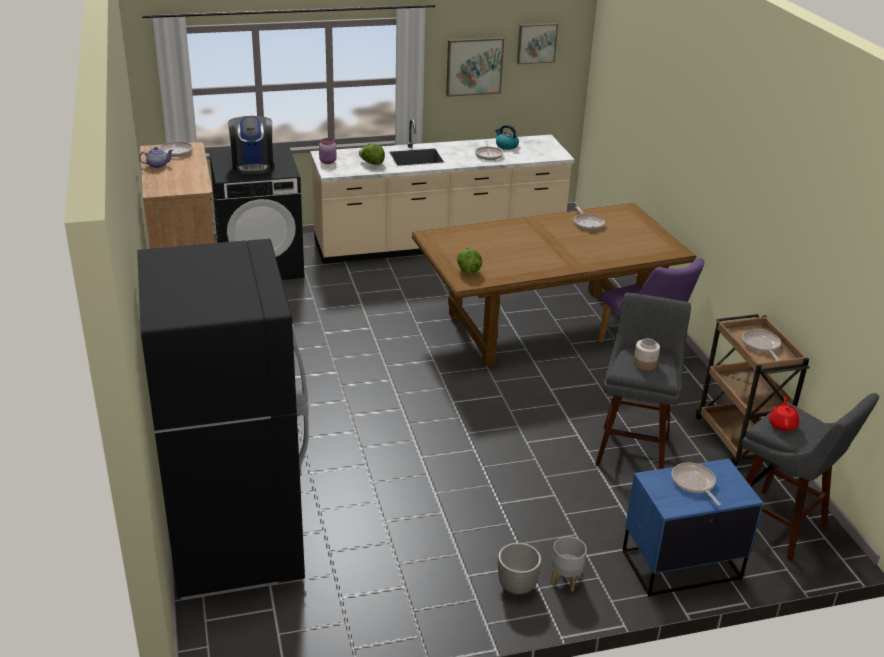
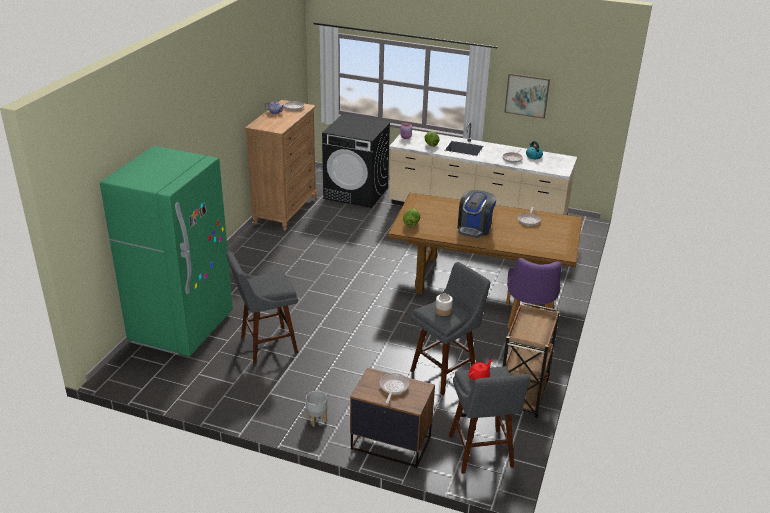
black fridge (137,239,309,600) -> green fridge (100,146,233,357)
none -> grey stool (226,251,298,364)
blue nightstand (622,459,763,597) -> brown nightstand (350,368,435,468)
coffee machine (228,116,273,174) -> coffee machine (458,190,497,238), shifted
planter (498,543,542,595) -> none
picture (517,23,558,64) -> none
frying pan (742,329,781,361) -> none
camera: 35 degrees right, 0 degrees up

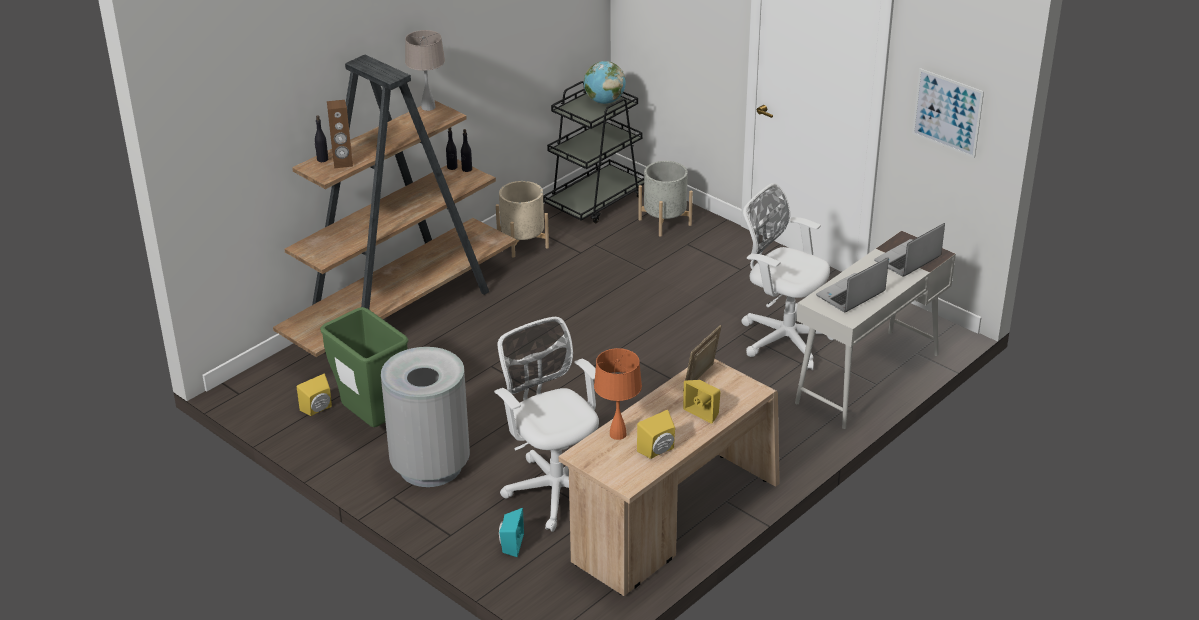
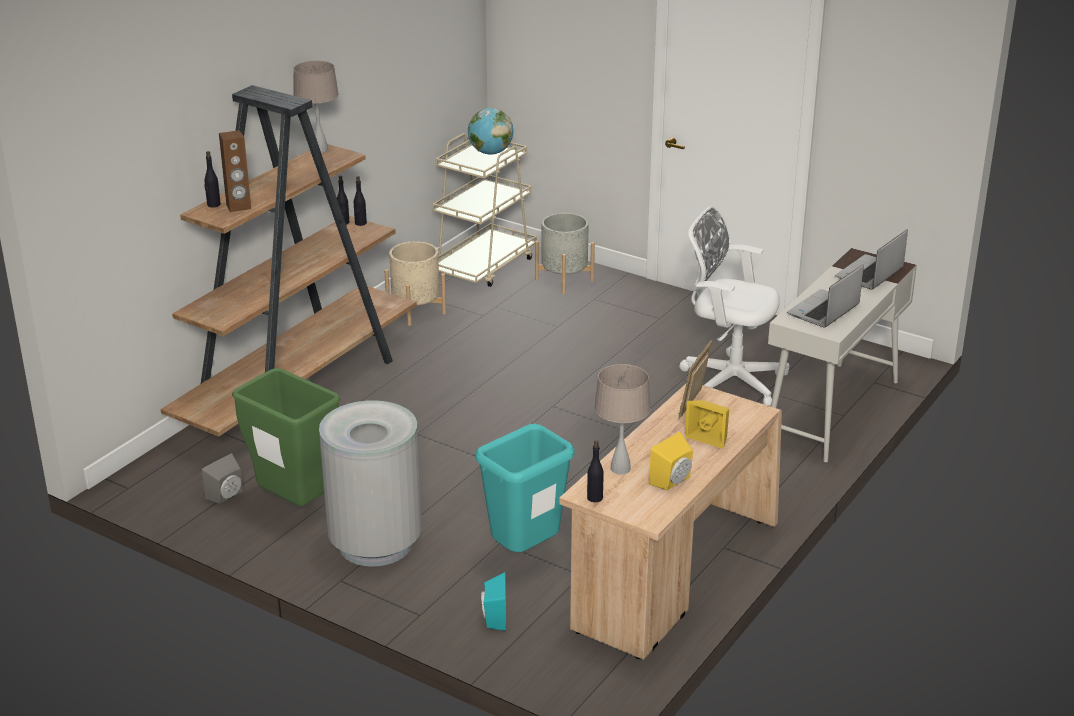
yellow speaker (297,374,332,416) -> grey speaker (202,453,243,504)
black cart (543,81,644,223) -> beige cart (432,133,537,287)
white office chair (494,317,599,532) -> turquoise trash can (475,424,575,552)
none -> black bottle (587,440,604,502)
orange table lamp (594,348,642,440) -> beige table lamp (594,364,651,474)
picture (912,68,984,158) -> none
camera: 10 degrees left, 5 degrees down

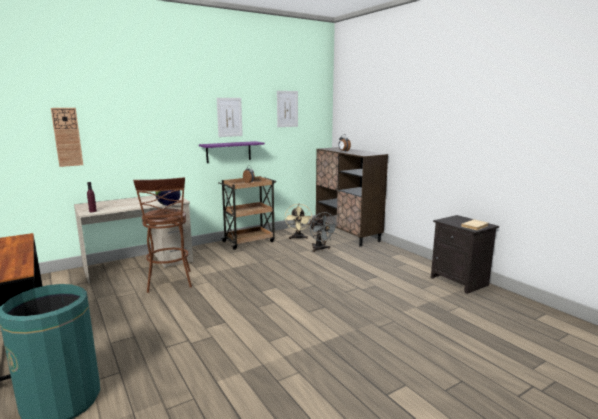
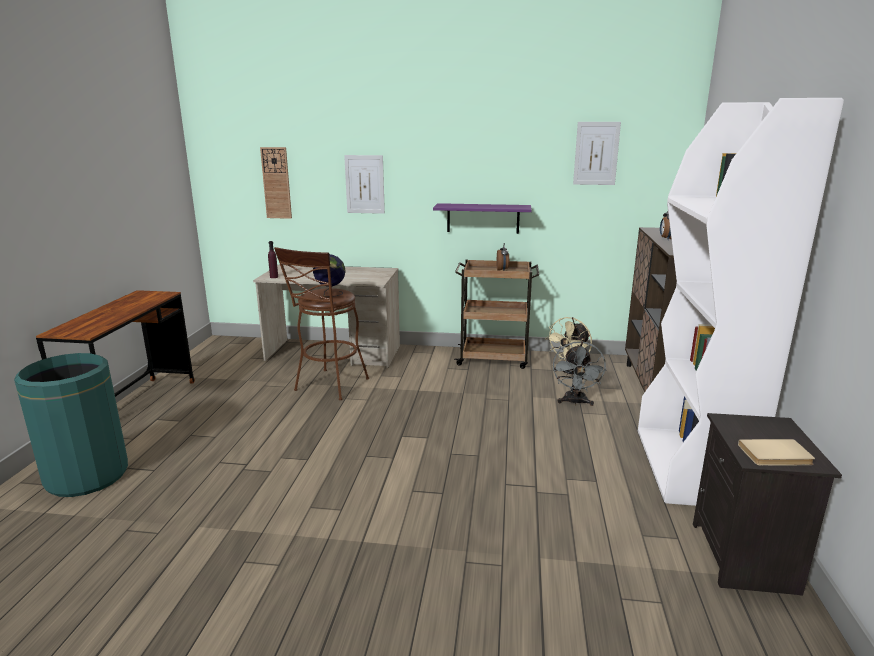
picture (217,98,243,137) -> picture (344,155,385,214), shifted
none -> white bookcase (638,98,844,506)
camera: 40 degrees right, 5 degrees up

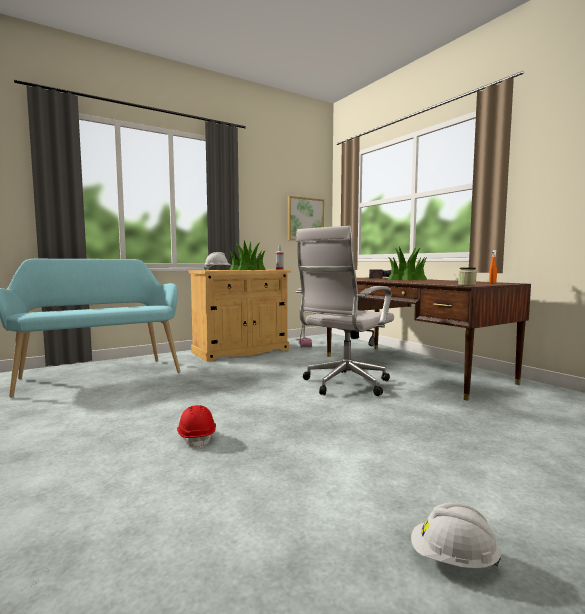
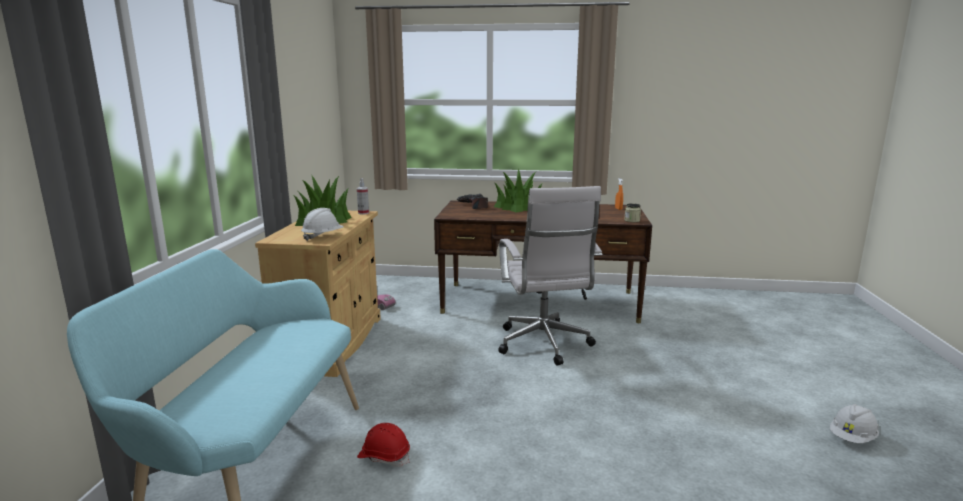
red hard hat (177,405,216,448) -> red hard hat (357,423,410,467), shifted
picture (288,196,324,240) -> none
camera: 50 degrees left, 10 degrees up

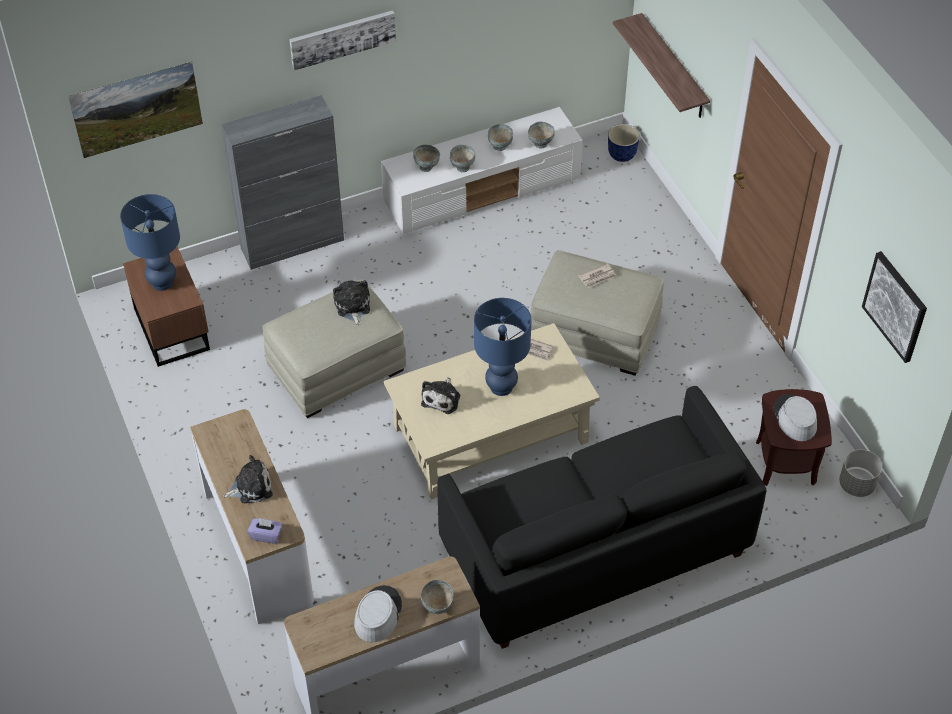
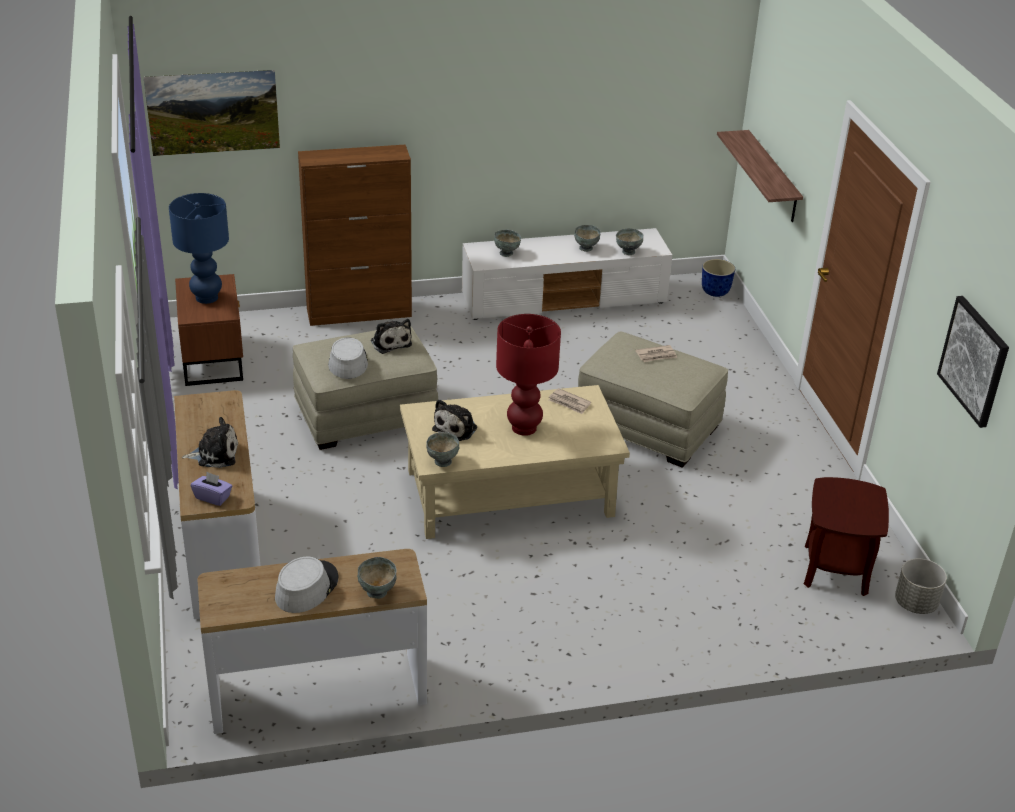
grey cabinet (221,95,344,270) -> brown cabinet (298,145,412,326)
grey hat (774,394,817,441) -> grey hat (328,337,368,379), shifted
plush toy (333,280,370,326) -> plush toy (371,319,412,354), 150 degrees clockwise
grey bowl (450,145,475,172) -> grey bowl (426,432,460,467), shifted
blue table lamp (474,298,531,396) -> red table lamp (496,314,561,436)
picture (289,10,396,71) -> none
black sofa (437,386,766,649) -> none
camera: 10 degrees right, 15 degrees down

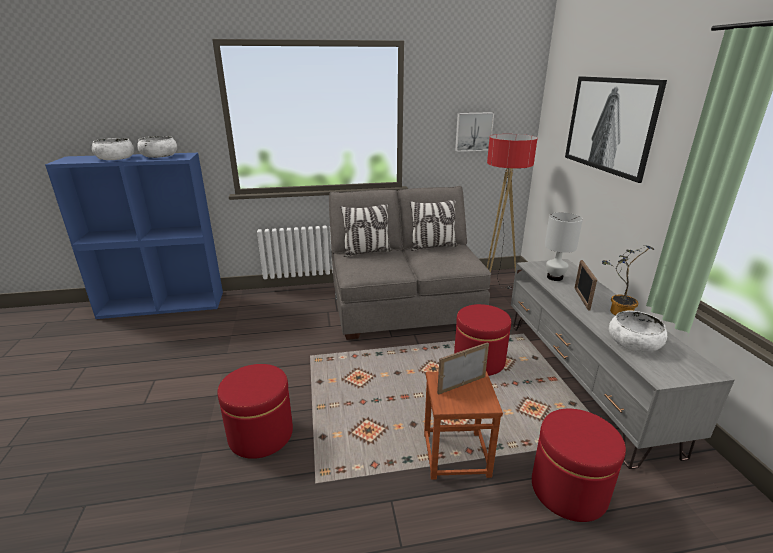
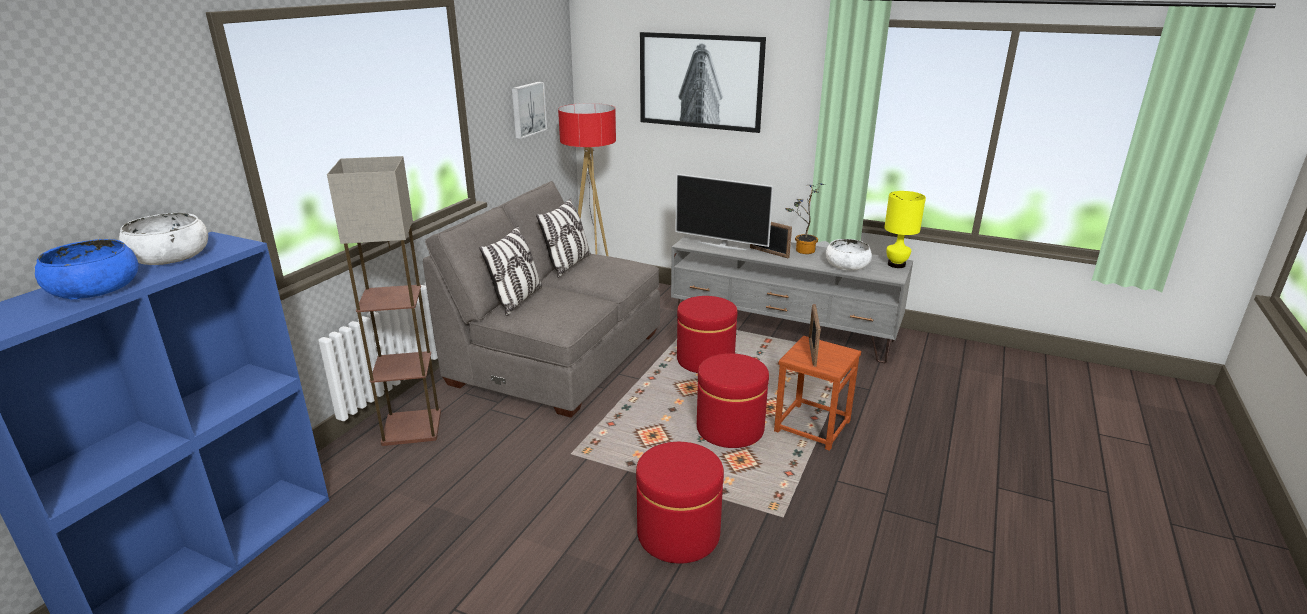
white bowl (92,138,134,160) -> blue bowl (35,239,138,300)
none -> floor lamp (327,156,441,446)
white table lamp (545,212,583,281) -> television (675,174,774,250)
red ottoman (532,409,626,522) -> red ottoman (697,353,769,448), shifted
none -> yellow table lamp (884,191,926,268)
camera: 55 degrees left, 0 degrees up

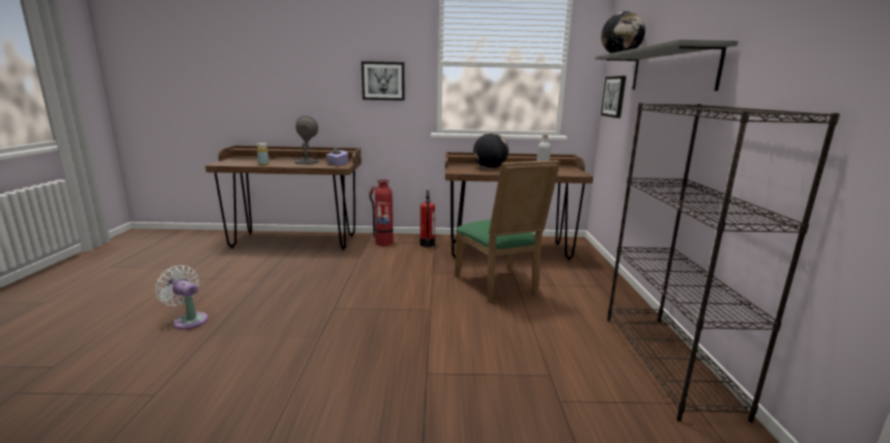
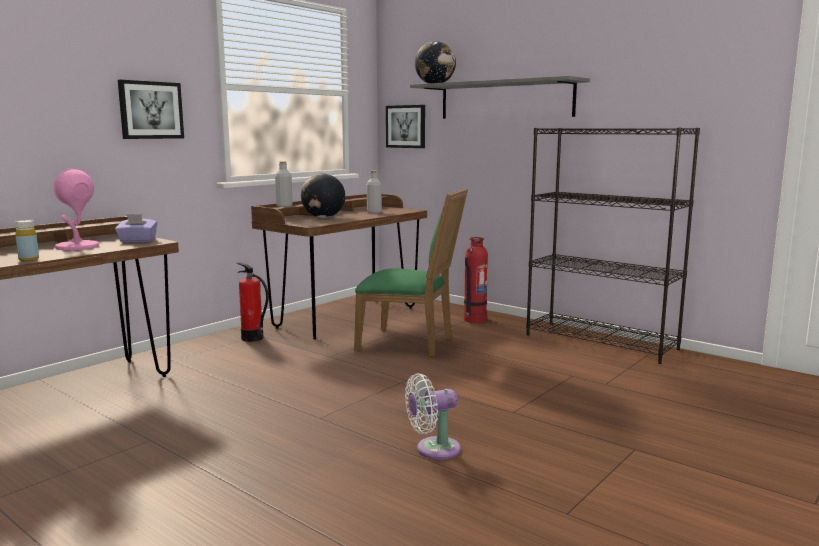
grey table lamp (294,116,319,164) -> pink table lamp (54,168,99,250)
none -> grey bottle (275,161,293,207)
white fan (155,265,208,329) -> white fan (405,373,461,460), shifted
fire extinguisher (369,180,393,246) -> fire extinguisher (464,237,488,323), shifted
camera: 50 degrees left, 5 degrees down

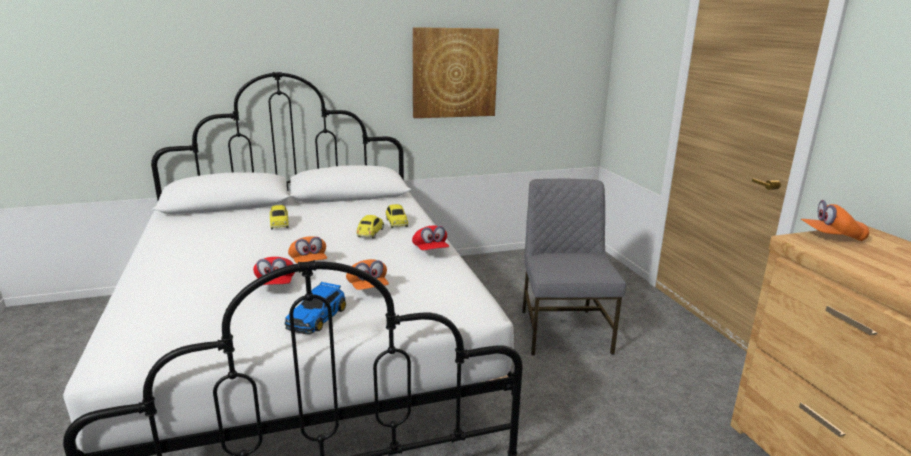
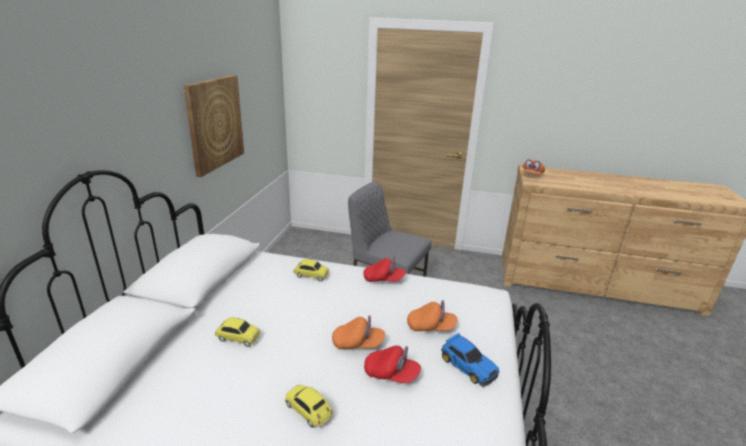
toy car (356,215,384,239) -> toy car (285,384,333,428), shifted
camera: 60 degrees left, 5 degrees up

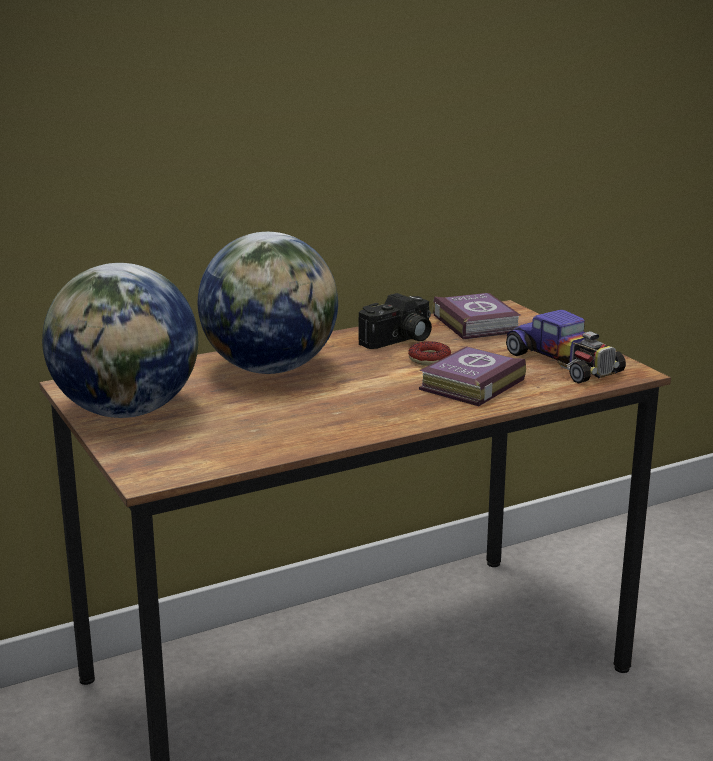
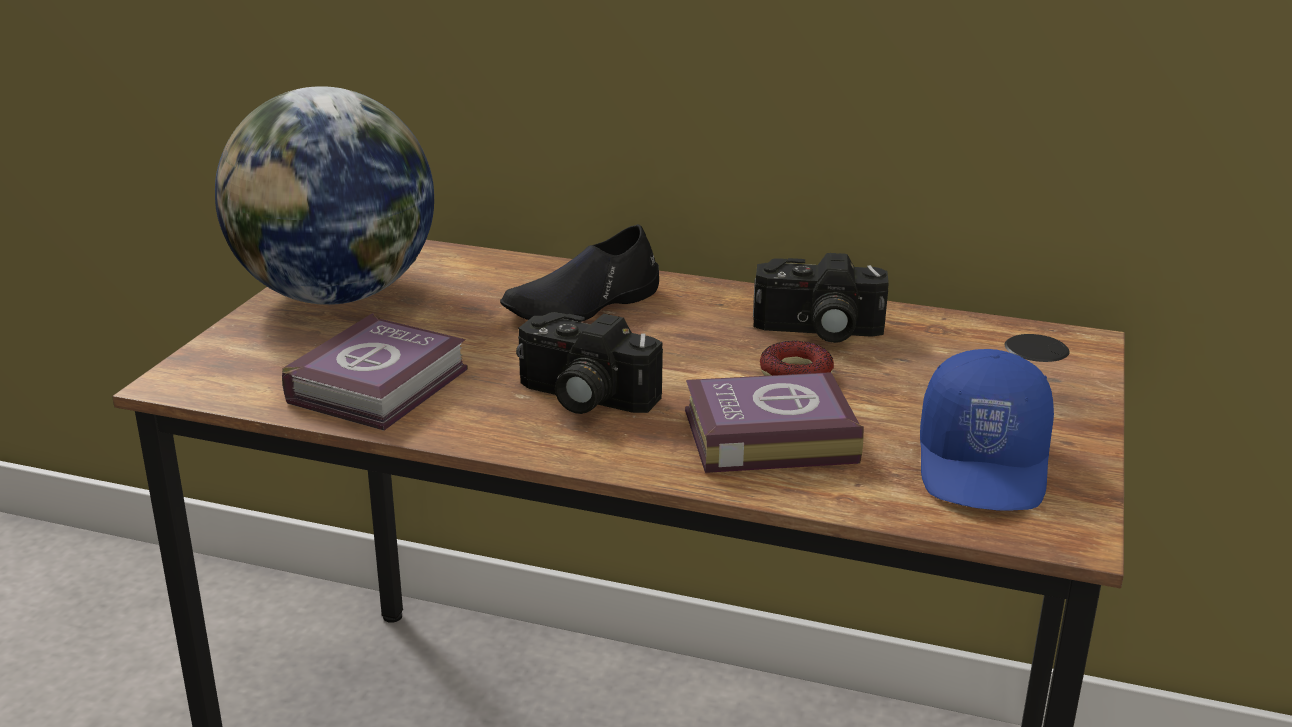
book (433,293,521,340) -> book (282,313,468,431), shifted
globe (198,232,338,374) -> black shoe (500,224,659,322)
none -> photo camera (516,312,663,414)
toy car (506,310,626,384) -> blue cap (920,349,1054,511)
camera: 45 degrees right, 5 degrees up

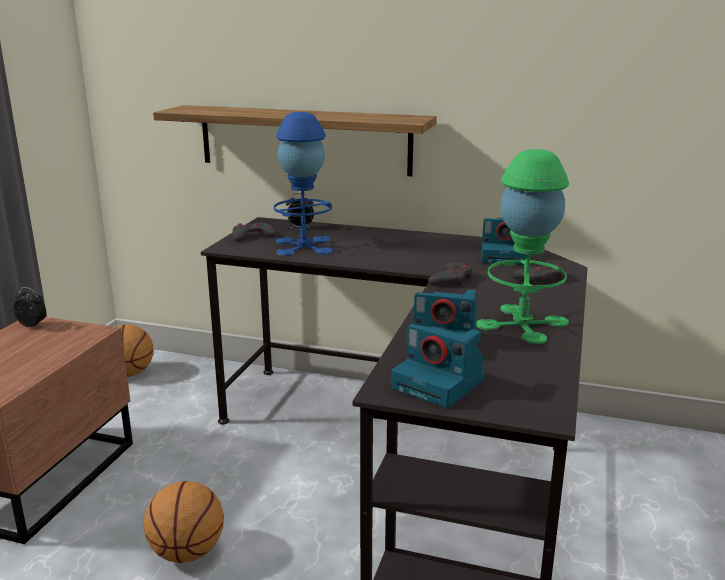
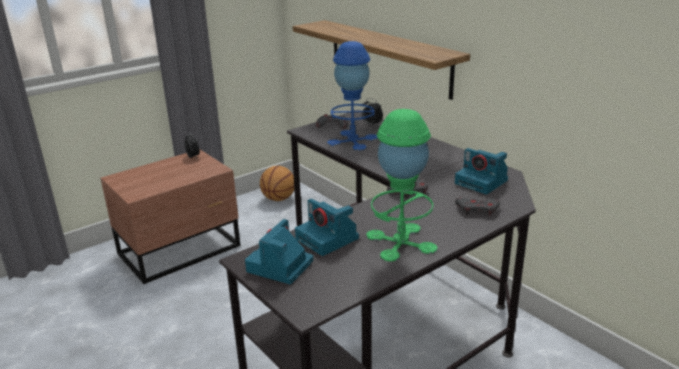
photo camera (391,324,485,408) -> photo camera (245,219,314,284), 45 degrees clockwise
basketball (144,481,224,563) -> none
camera: 35 degrees right, 5 degrees up

